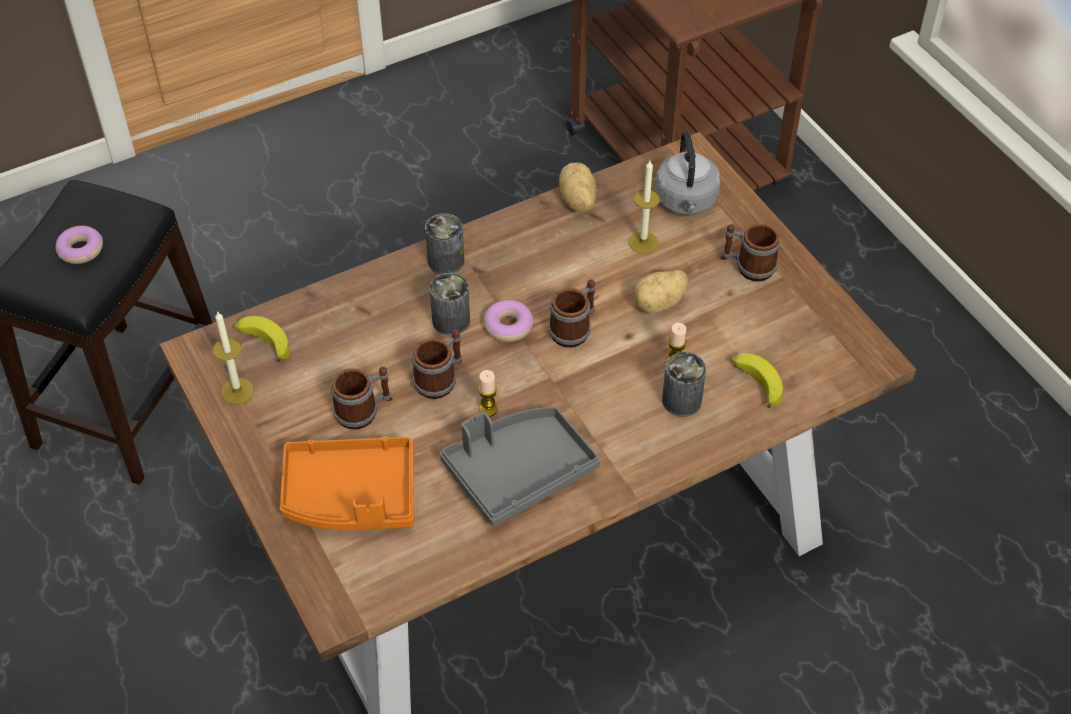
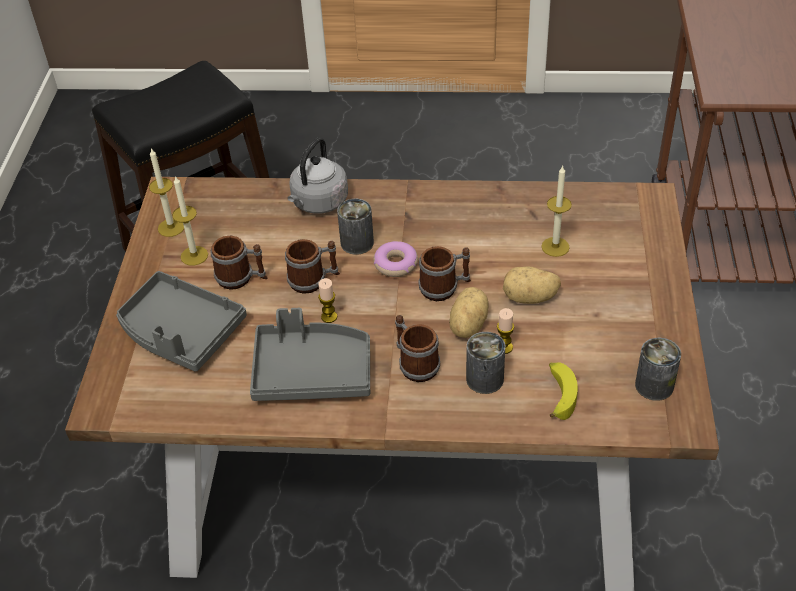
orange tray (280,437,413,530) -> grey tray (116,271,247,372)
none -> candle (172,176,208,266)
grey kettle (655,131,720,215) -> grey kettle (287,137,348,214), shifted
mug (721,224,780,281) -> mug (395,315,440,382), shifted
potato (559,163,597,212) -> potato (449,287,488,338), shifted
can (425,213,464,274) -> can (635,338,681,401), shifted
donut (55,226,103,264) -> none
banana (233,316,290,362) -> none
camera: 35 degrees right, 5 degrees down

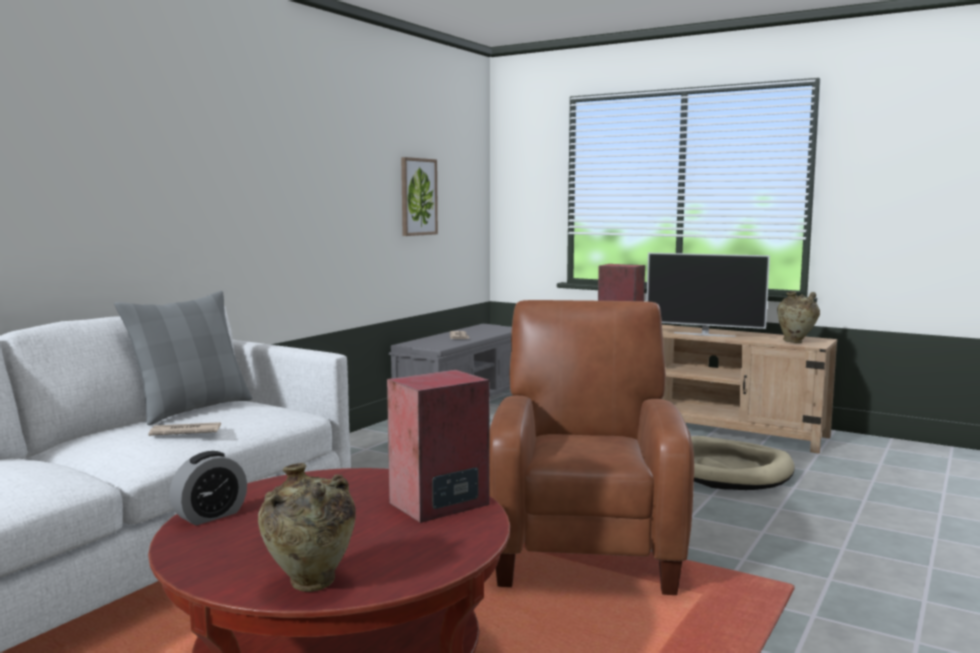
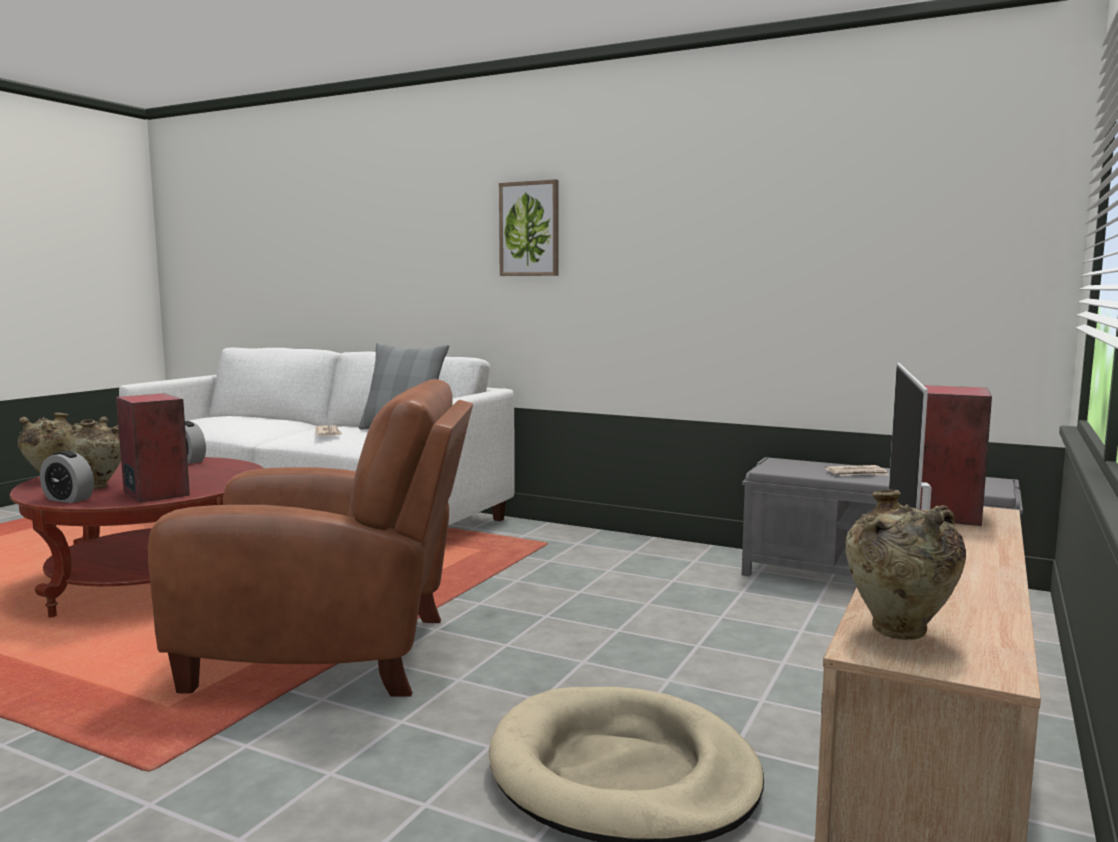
none -> alarm clock (40,451,94,503)
none -> beige vase (63,416,121,489)
picture (401,157,438,236) -> picture (499,179,558,276), shifted
camera: 85 degrees right, 0 degrees up

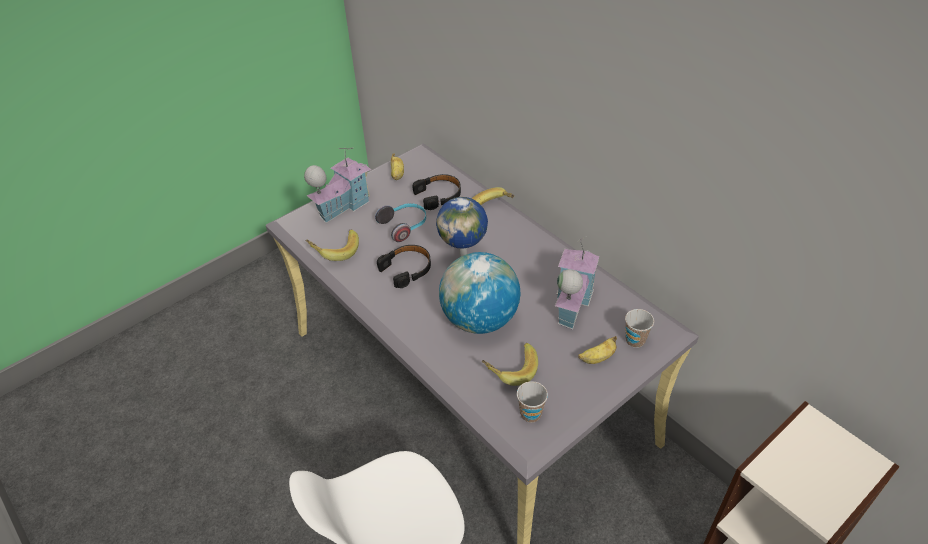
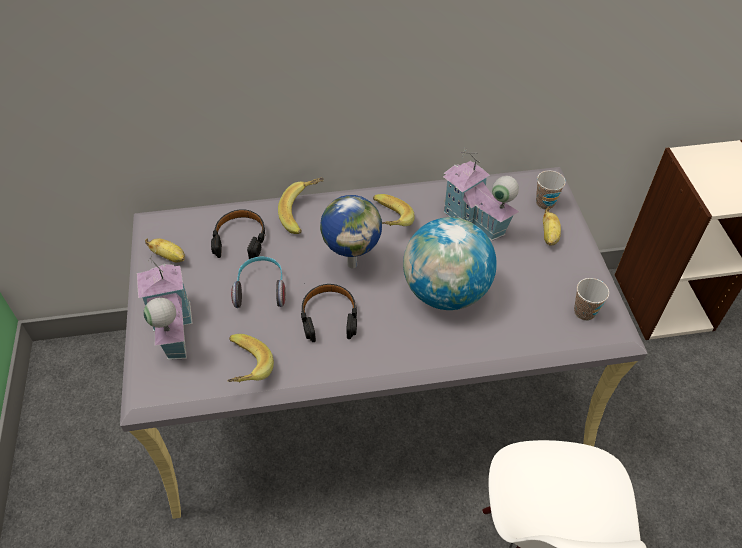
banana (482,343,538,386) -> banana (373,194,415,226), shifted
camera: 60 degrees left, 5 degrees up

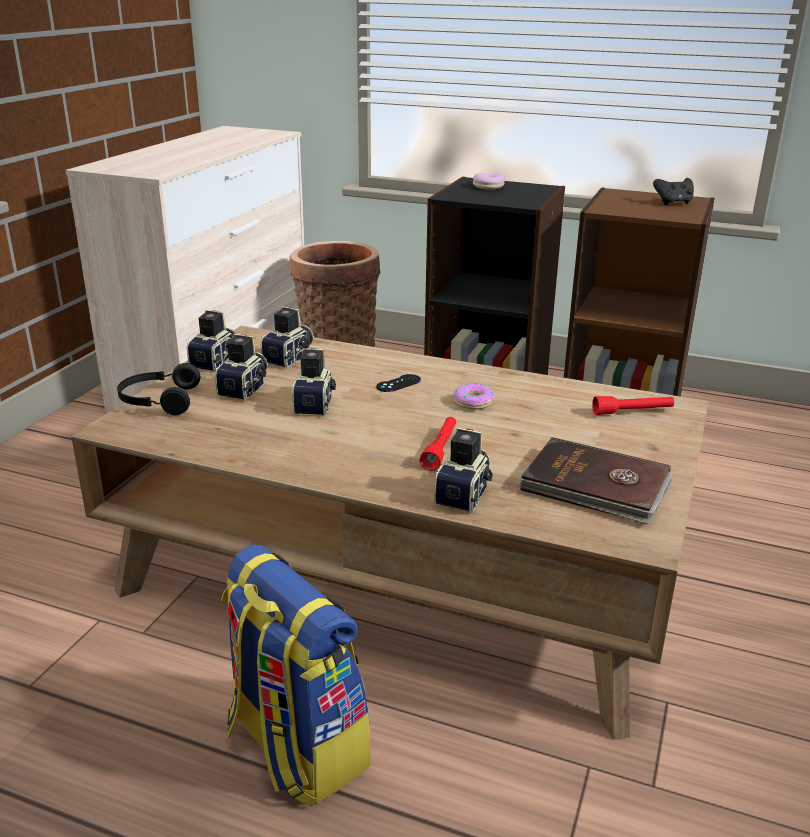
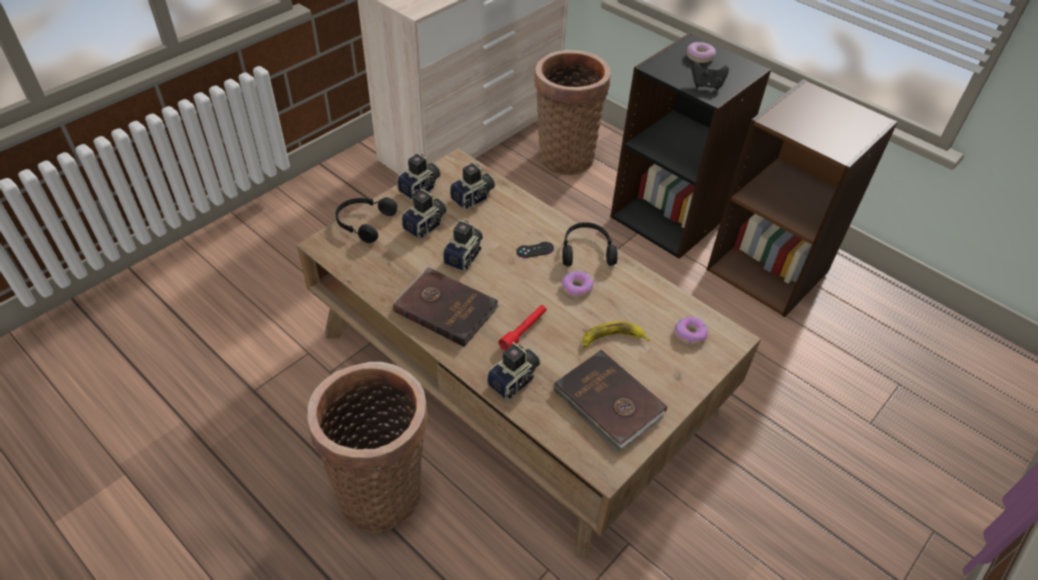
backpack (221,545,370,807) -> basket (307,362,428,533)
none -> brown book (393,267,499,347)
none -> black headphones (562,222,618,266)
none -> banana (582,321,650,347)
red flashlight (592,396,674,415) -> donut (674,317,708,344)
black game controller (653,178,694,205) -> black game controller (692,62,729,90), shifted
camera: 20 degrees right, 20 degrees up

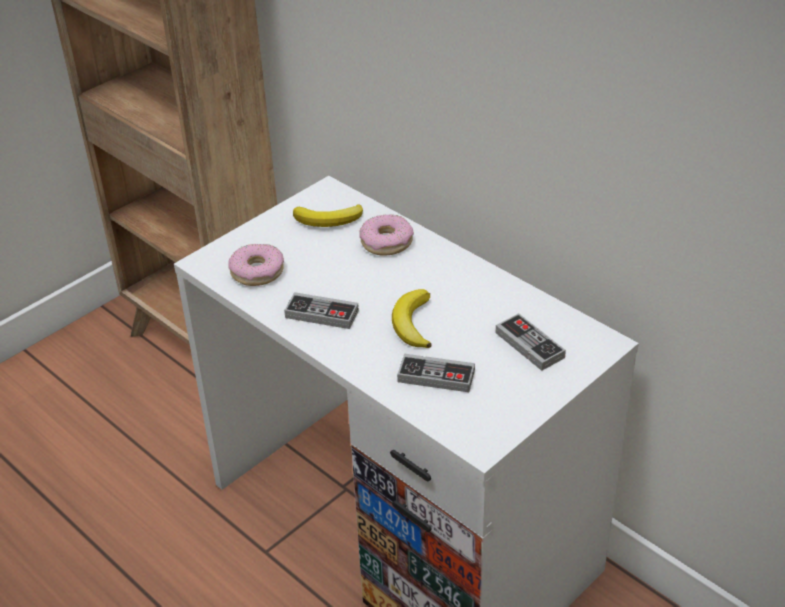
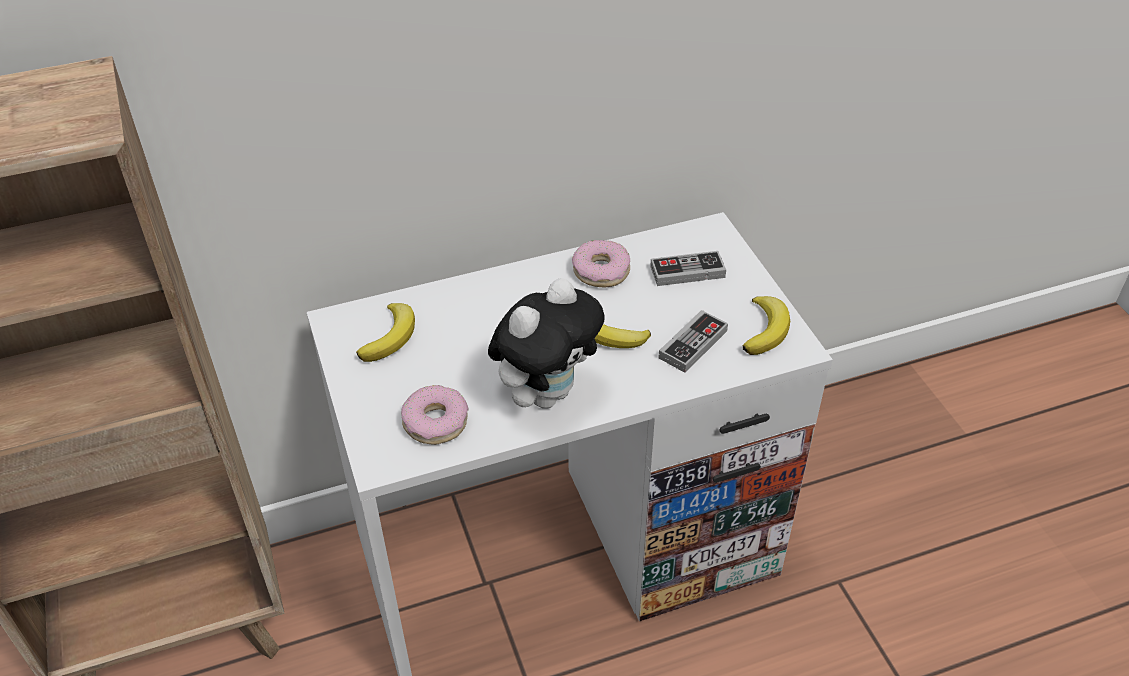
game controller (284,292,359,329) -> plush toy (488,278,604,409)
donut (359,214,414,255) -> donut (572,240,630,287), shifted
none -> banana (743,296,790,355)
camera: 65 degrees left, 5 degrees up

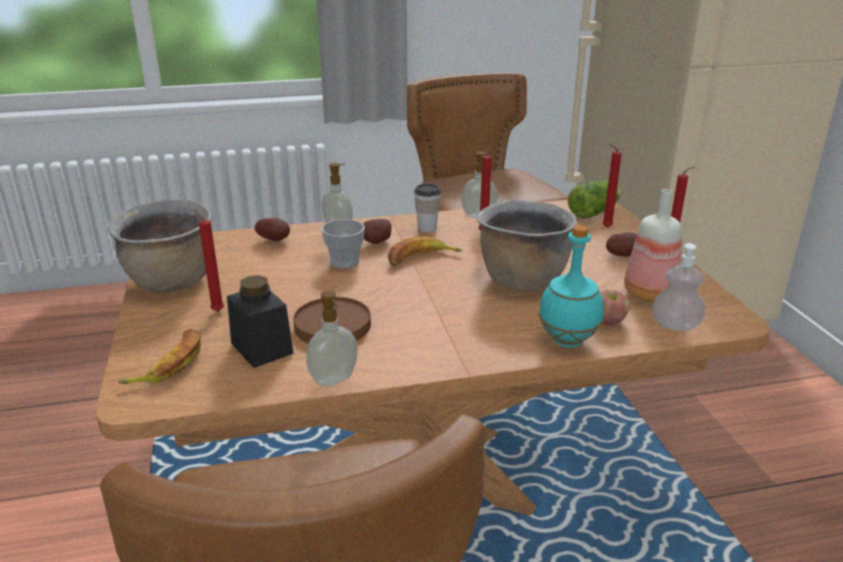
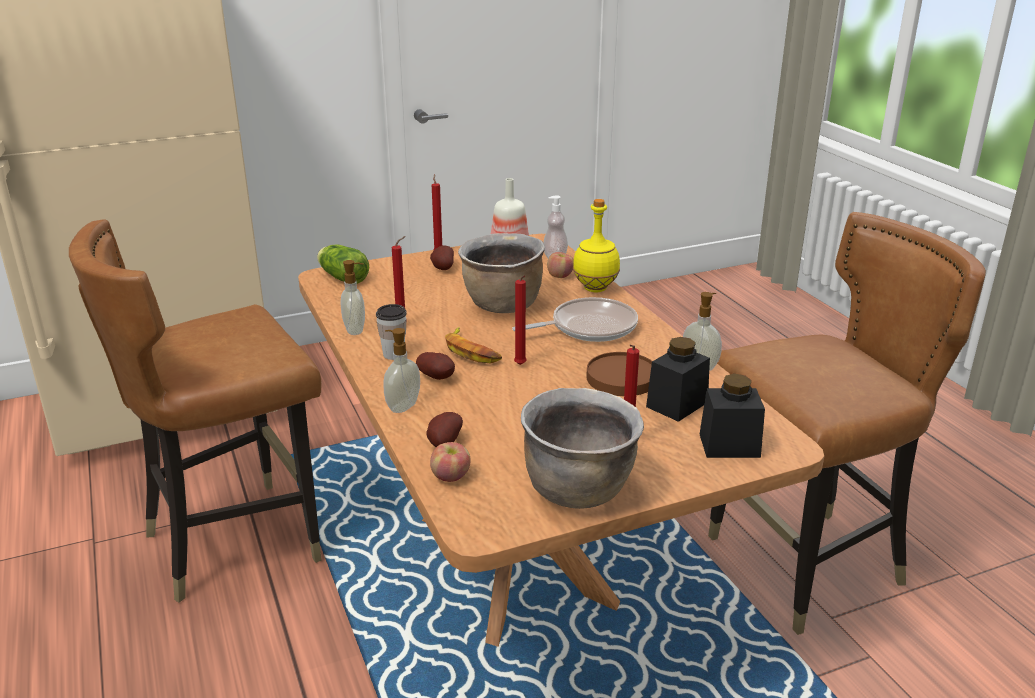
none -> apple (430,442,471,482)
none -> frying pan (512,297,638,342)
red candle (602,144,622,228) -> red candle (514,275,527,365), shifted
turquoise bottle (539,225,604,348) -> yellow bottle (573,199,620,292)
banana (118,329,201,384) -> black jar (700,374,765,458)
cup (321,219,365,269) -> none
camera: 100 degrees left, 0 degrees up

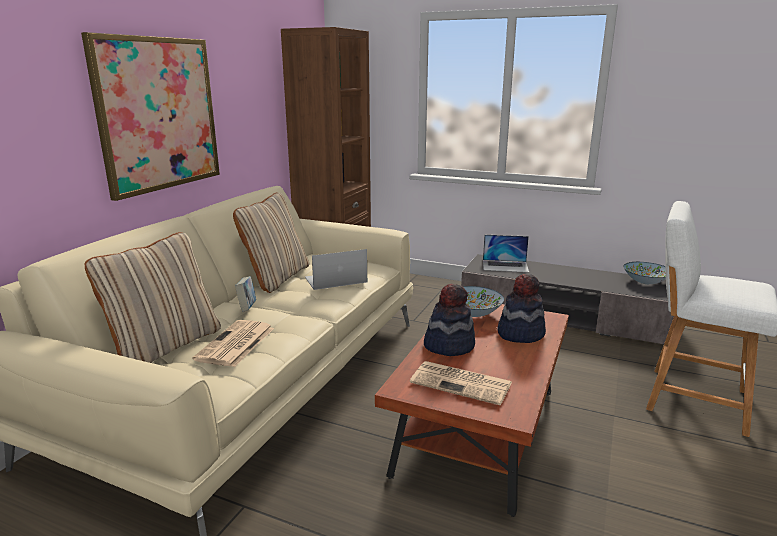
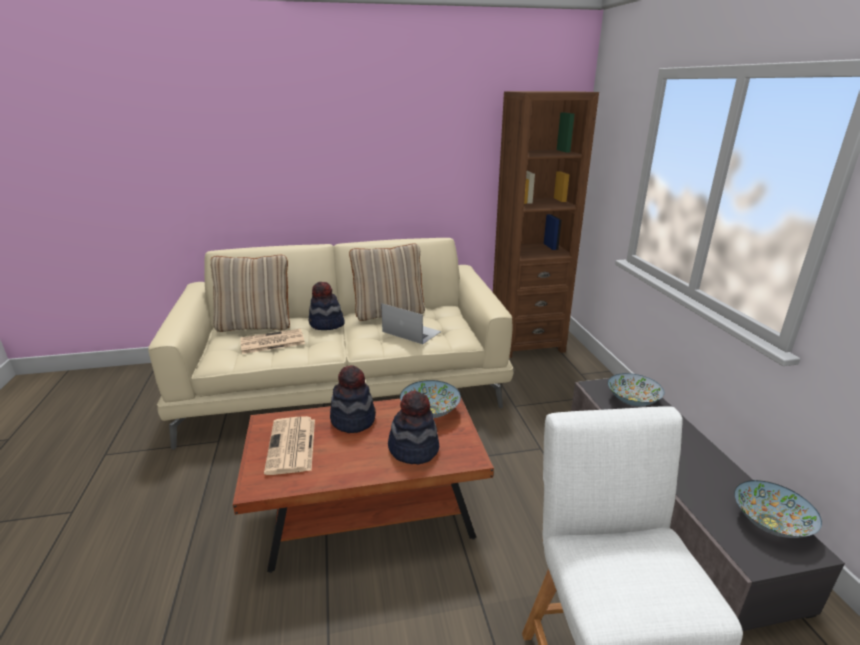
book (235,276,256,311) -> hat (309,282,345,330)
laptop (483,235,529,272) -> bowl (608,373,664,406)
picture (81,32,220,201) -> none
camera: 55 degrees right, 5 degrees up

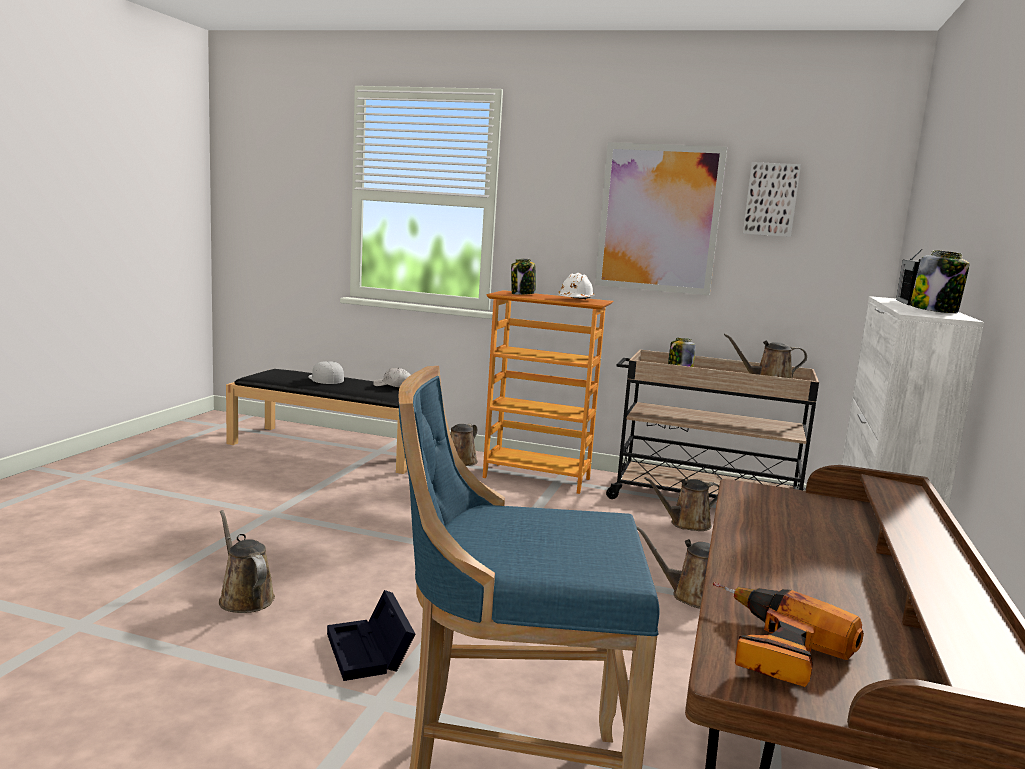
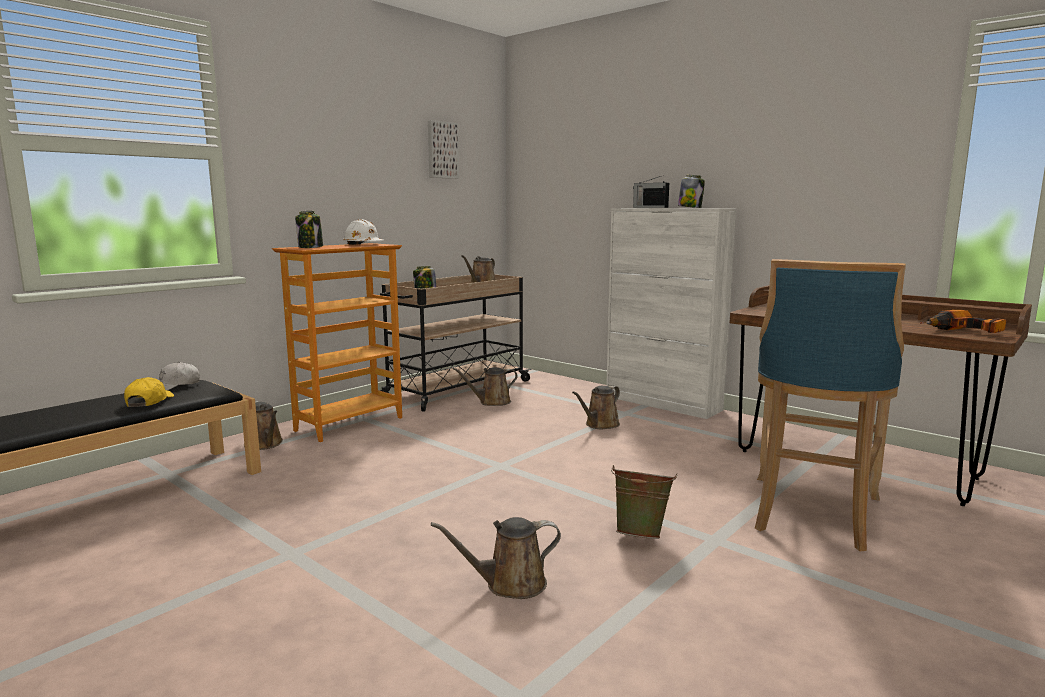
none -> yellow cap (124,377,174,407)
brown watering can (644,477,719,531) -> brown watering can (453,367,517,406), 60 degrees clockwise
black storage box (327,590,415,681) -> green bucket (611,465,677,539)
white cap (308,361,344,384) -> none
picture (595,142,727,296) -> none
camera: 65 degrees left, 0 degrees up

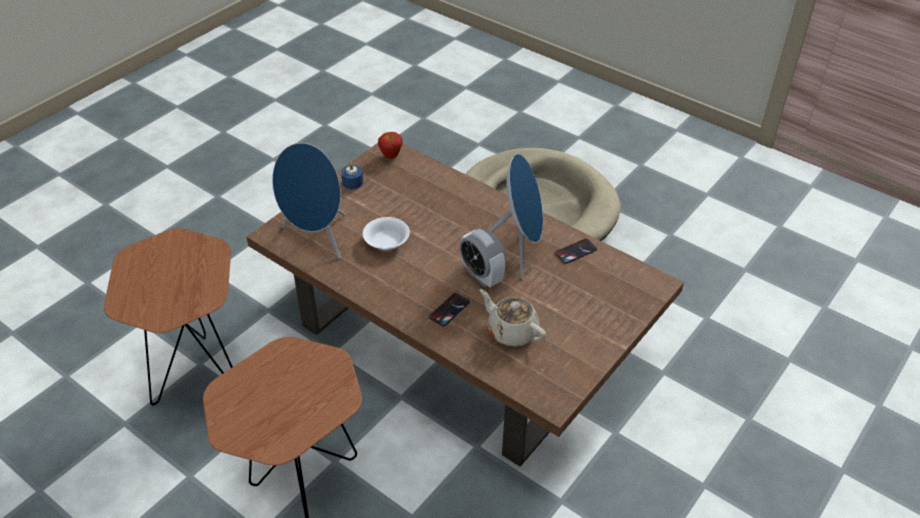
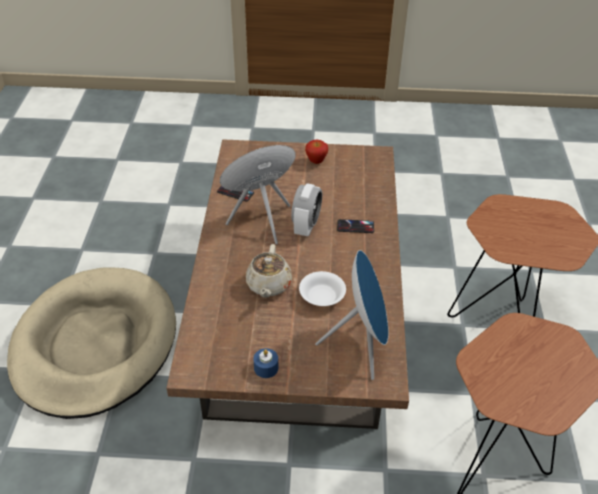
beige teapot (480,289,546,347) -> beige teapot (246,244,292,298), shifted
apple (378,132,402,159) -> apple (305,139,328,164), shifted
camera: 125 degrees left, 0 degrees up

